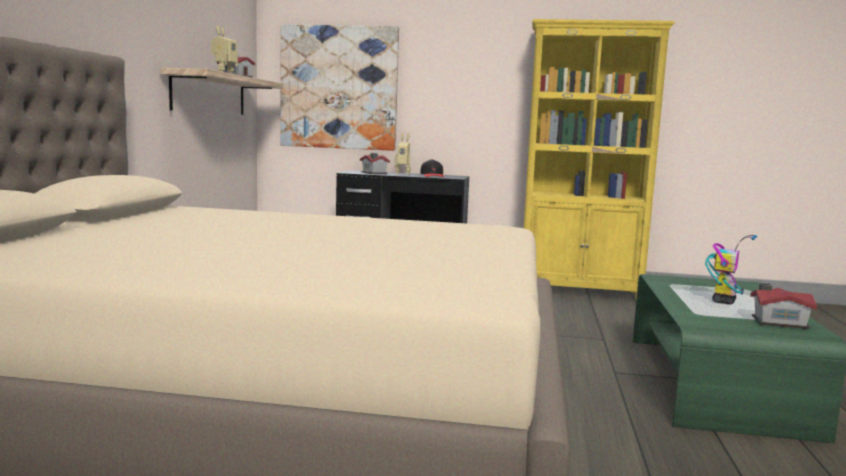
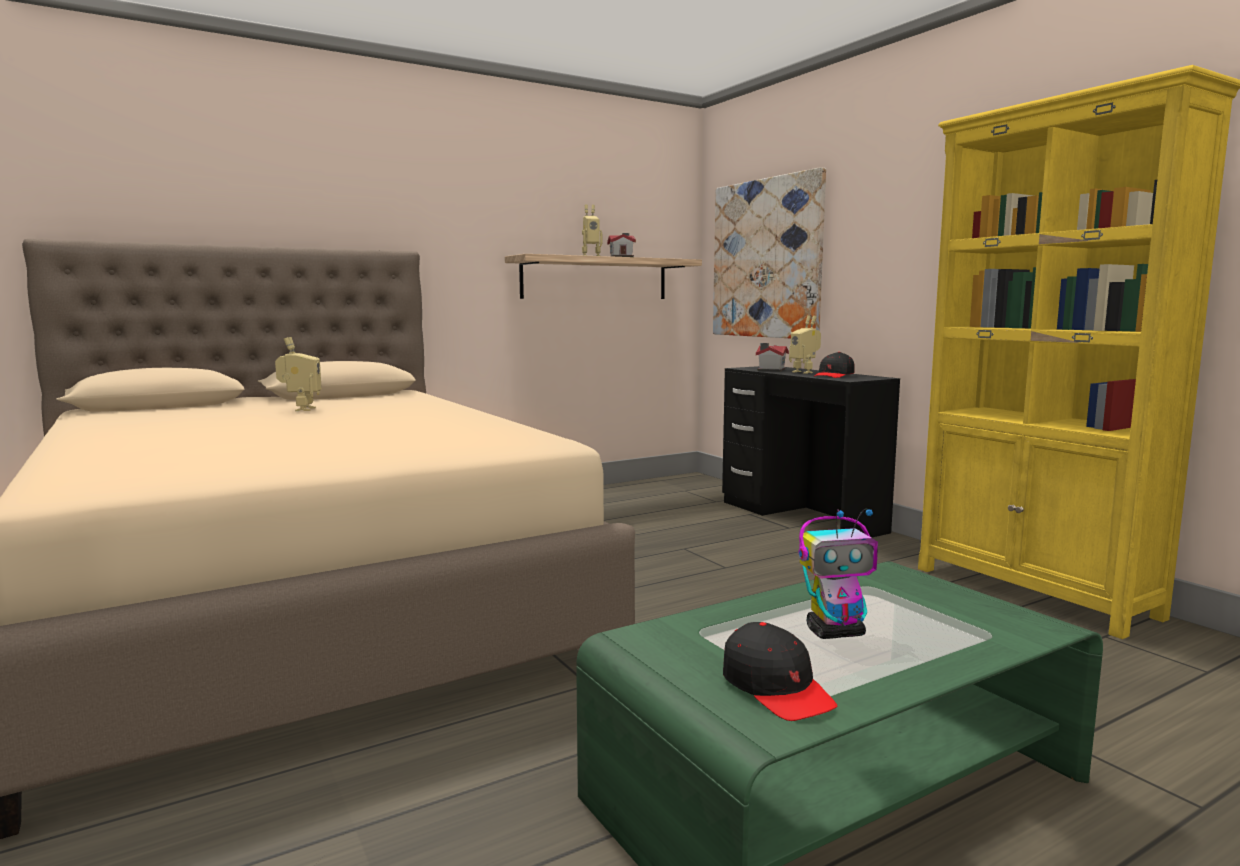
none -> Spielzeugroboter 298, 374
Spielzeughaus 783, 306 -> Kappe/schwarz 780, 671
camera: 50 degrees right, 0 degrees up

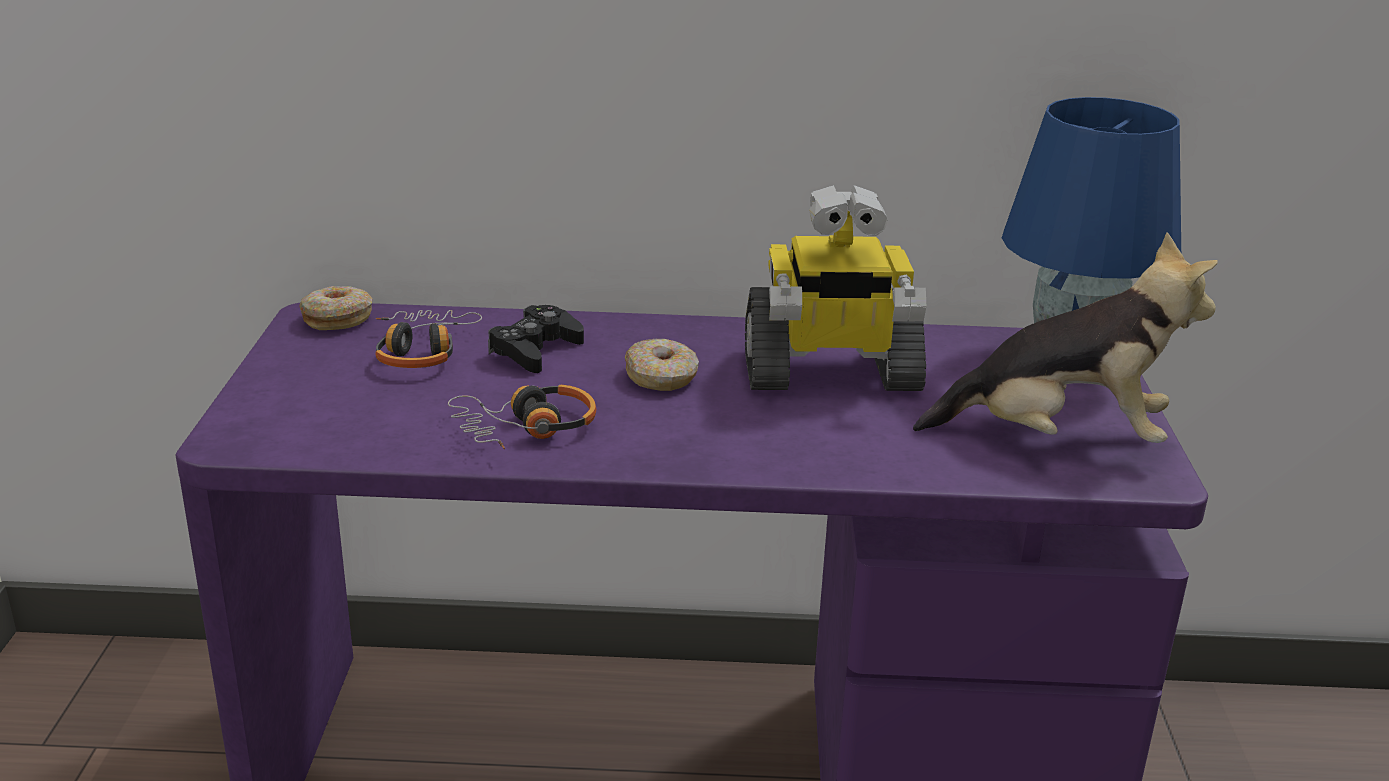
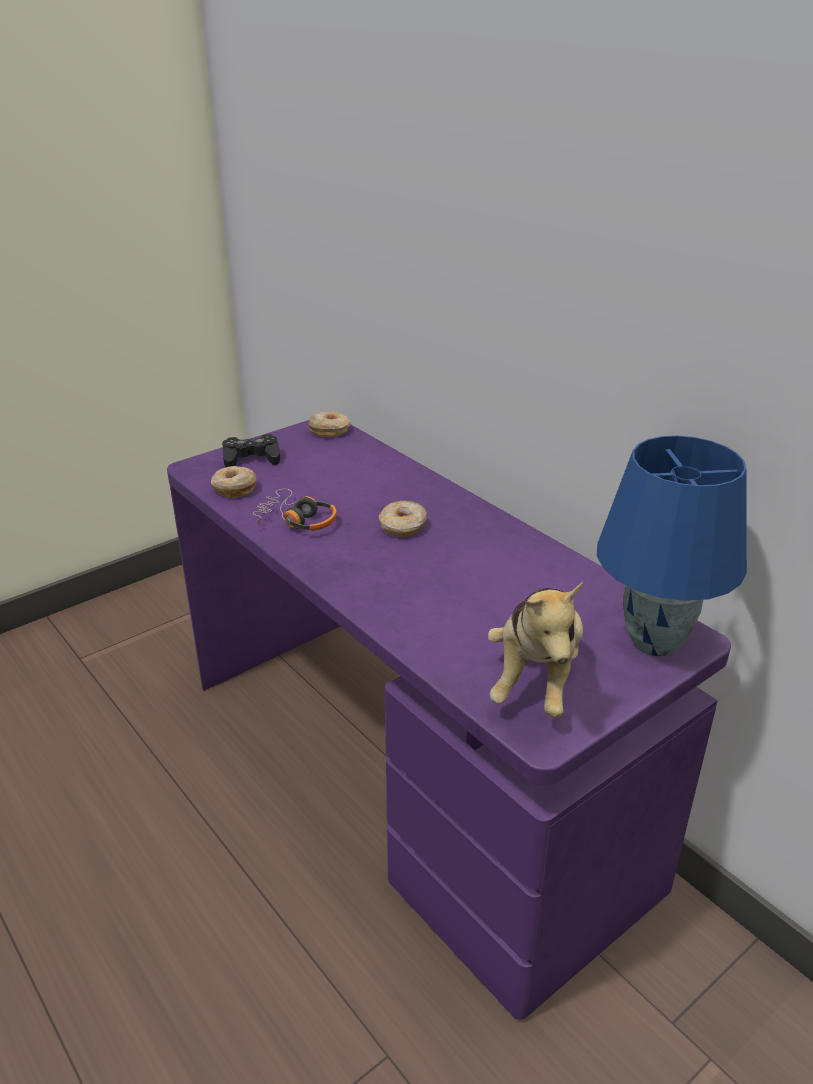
none -> Donut 234, 482
Gamepad/schwarz 536, 339 -> Gamepad/schwarz 251, 450, shifted
Plüschtier 1065, 337 -> Plüschtier 535, 649, 45 degrees clockwise
Kopfhörer 428, 339 -> none
Spielzeugroboter 835, 288 -> none
camera: 50 degrees right, 5 degrees up

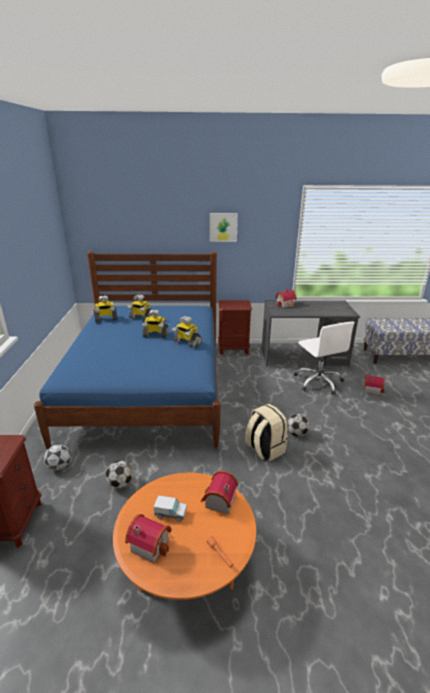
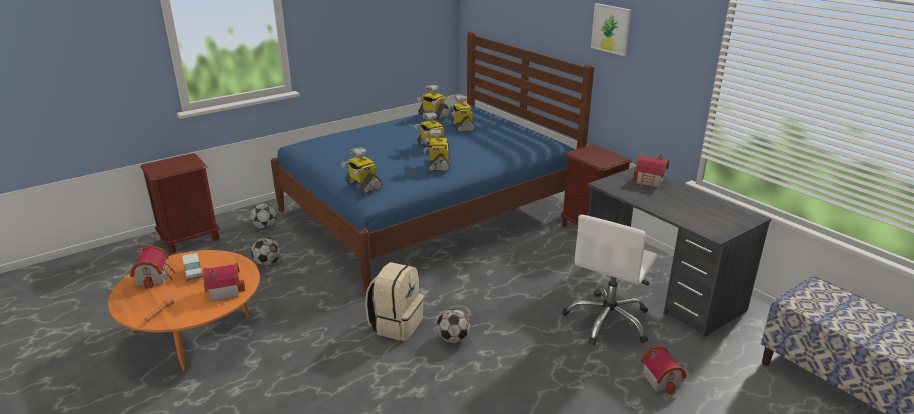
none -> Spielzeugroboter 362, 170
camera: 55 degrees right, 0 degrees up

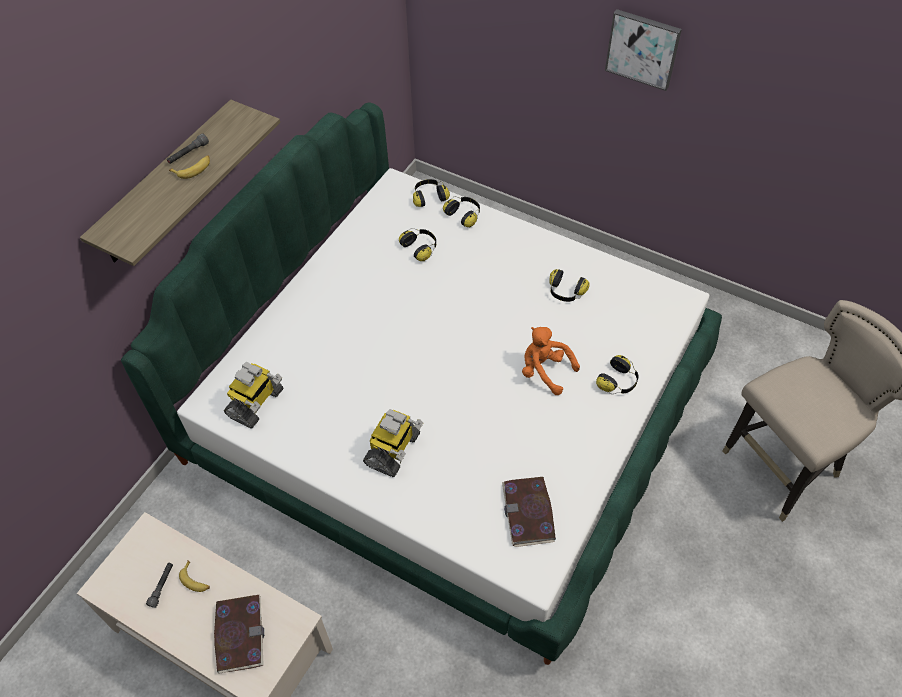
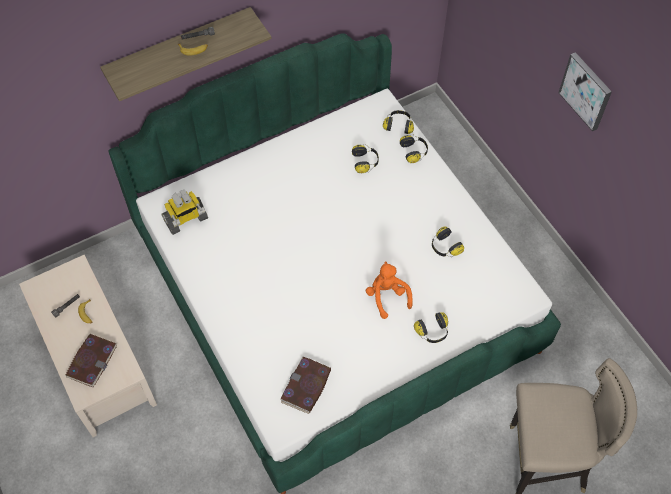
Spielzeugroboter 393, 443 -> none
camera: 30 degrees right, 5 degrees up

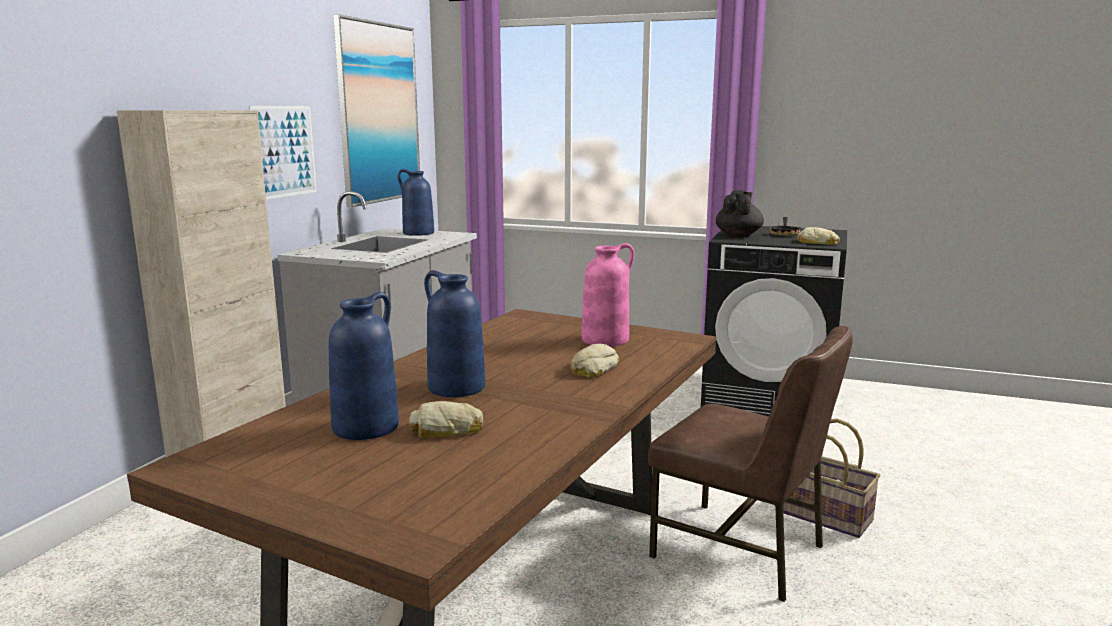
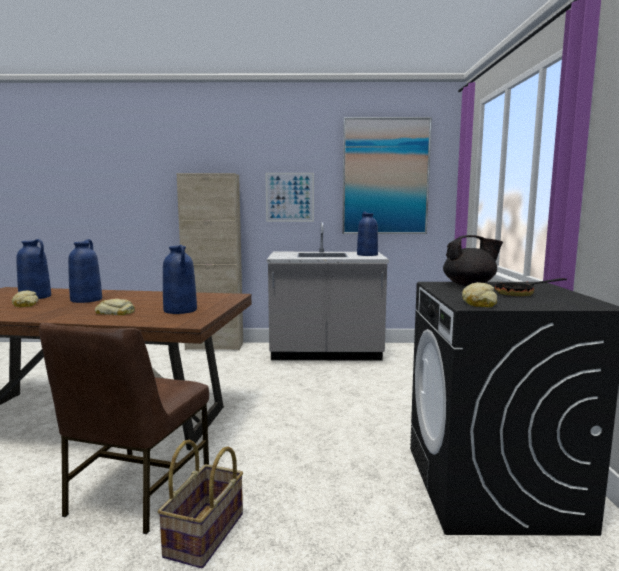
Vase/rosa 608, 295 -> Vase/blau 180, 279
camera: 70 degrees right, 5 degrees down

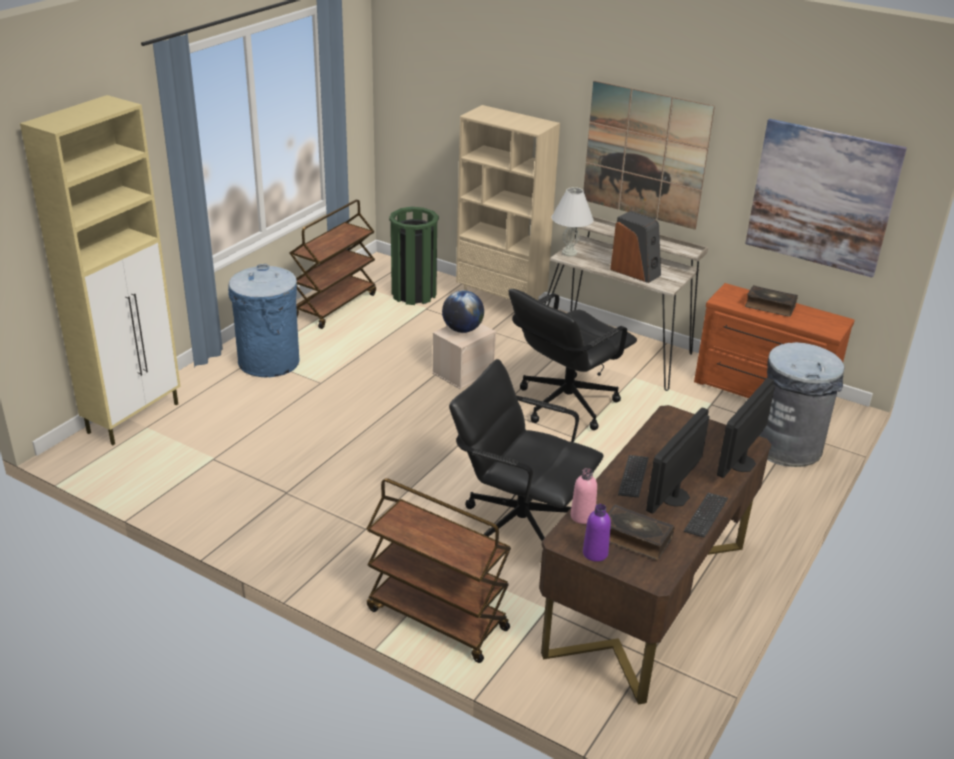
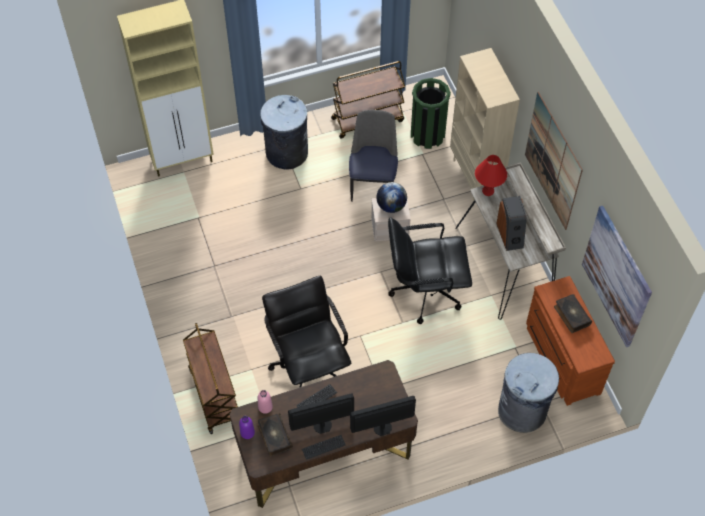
Mülleimer/blau 264, 320 -> Mülleimer/grau 284, 132
none -> Stuhl 373, 156
Tischlampe/weiß 573, 221 -> Tischlampe/rot 491, 175
camera: 40 degrees right, 25 degrees up

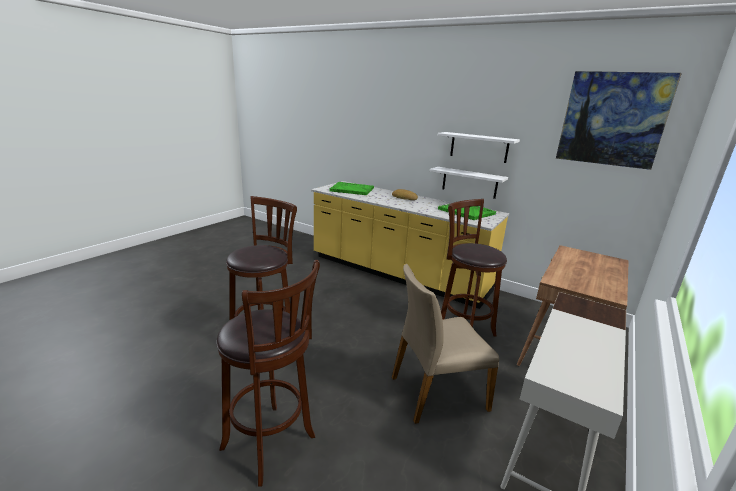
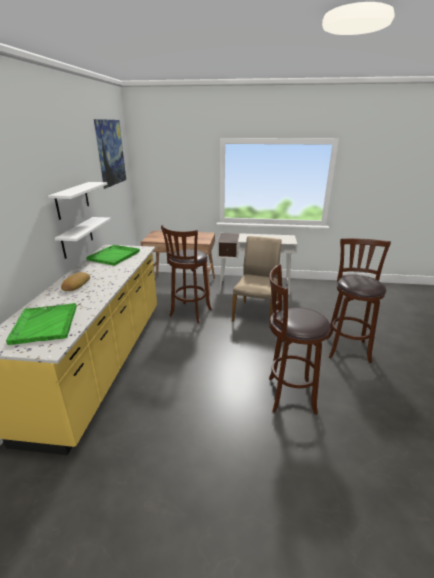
Stuhl/beige 445, 344 -> Stuhl/beige 256, 282, 120 degrees counterclockwise
camera: 115 degrees left, 5 degrees up

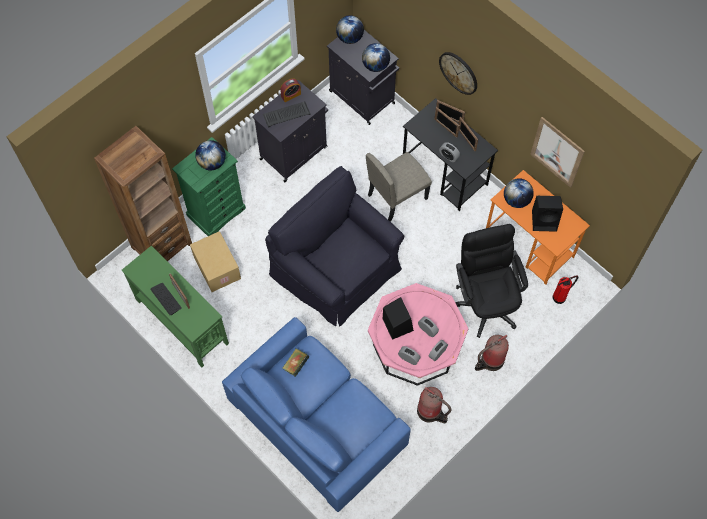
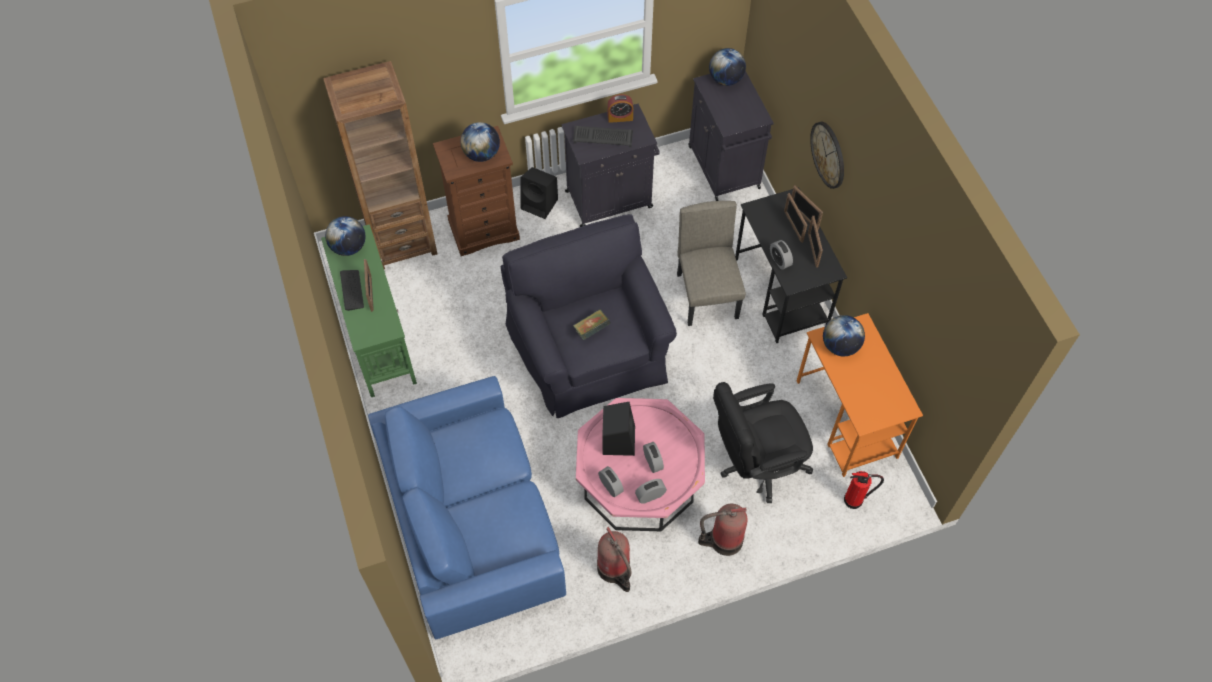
Globus 376, 57 -> Globus 345, 236, shifted
Kommode/grün 209, 186 -> Kommode/braun 476, 191
Lautsprecher/schwarz 547, 214 -> Lautsprecher/schwarz 539, 193, shifted
Buch 296, 362 -> Buch 592, 325, shifted
Stuhl/beige 399, 187 -> Stuhl/beige 711, 263, 90 degrees clockwise
Bürostuhl/schwarz 492, 281 -> Bürostuhl/schwarz 763, 442, 120 degrees counterclockwise
Karton 215, 261 -> none
Bild 557, 152 -> none
camera: 25 degrees right, 5 degrees down

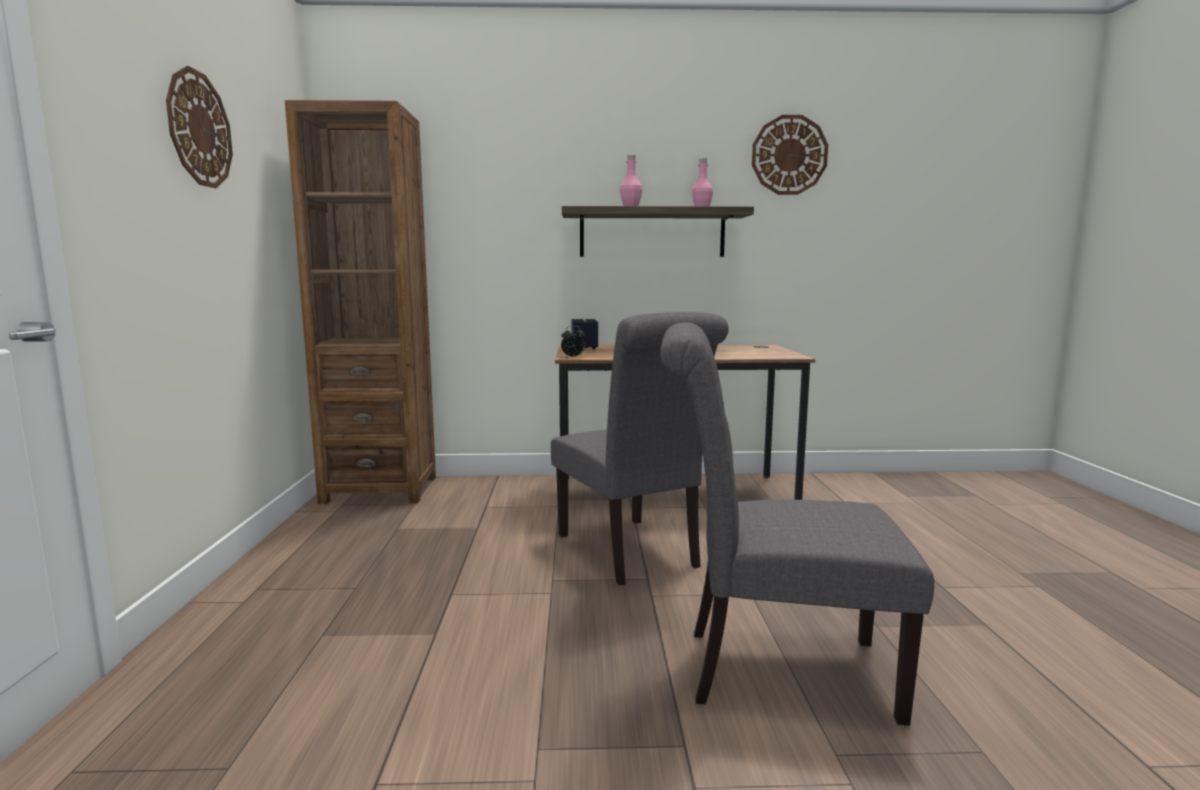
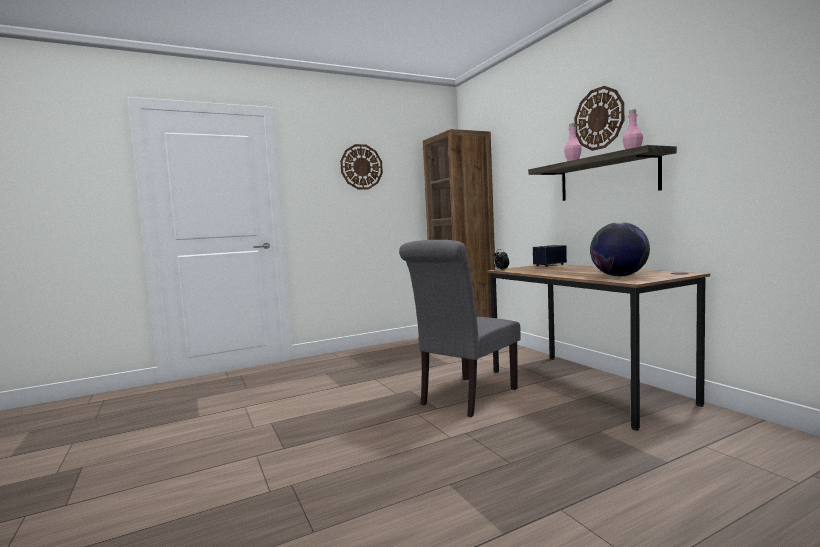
Wanduhr 790, 155 -> Wanduhr 599, 118, shifted
none -> Globus 620, 249
Stuhl/grau 797, 524 -> none
camera: 65 degrees right, 5 degrees down

